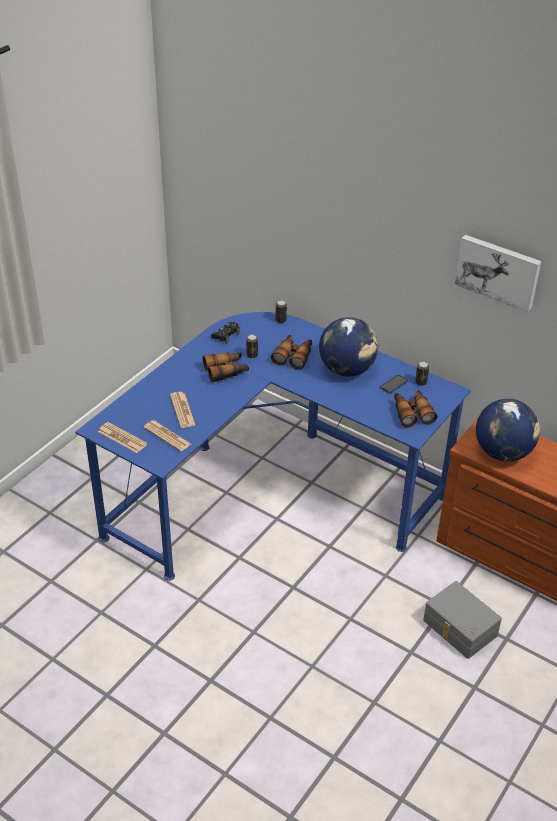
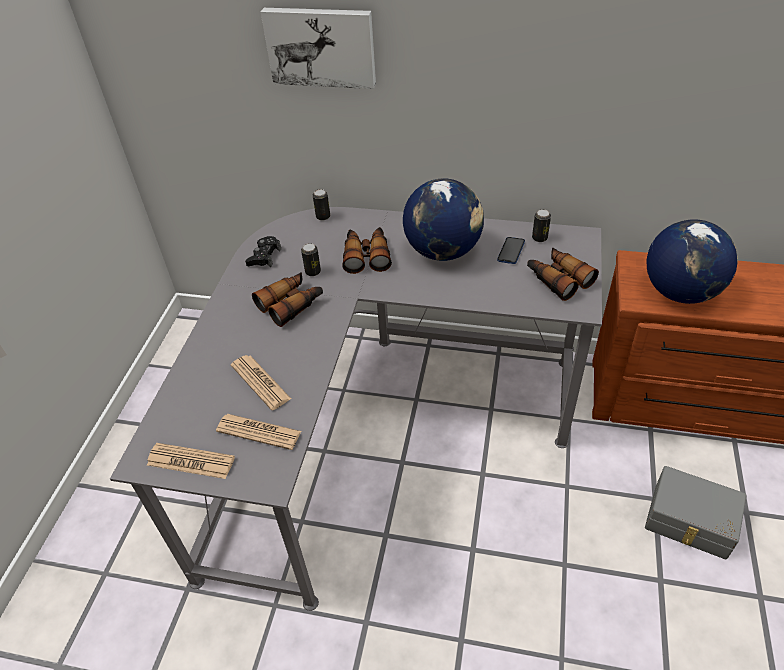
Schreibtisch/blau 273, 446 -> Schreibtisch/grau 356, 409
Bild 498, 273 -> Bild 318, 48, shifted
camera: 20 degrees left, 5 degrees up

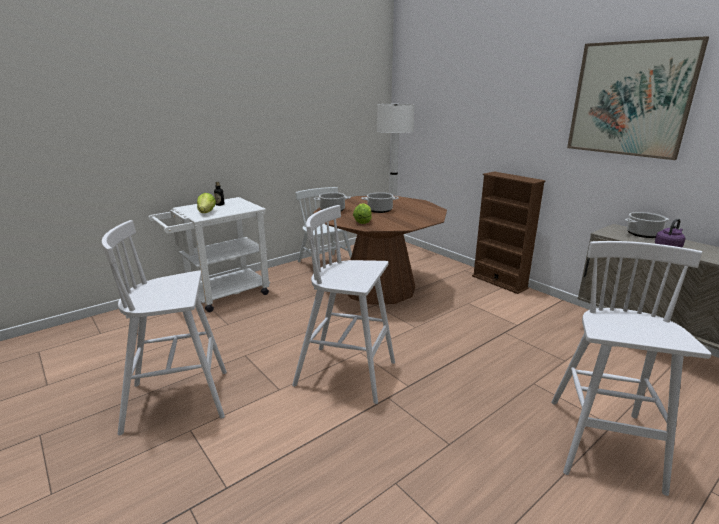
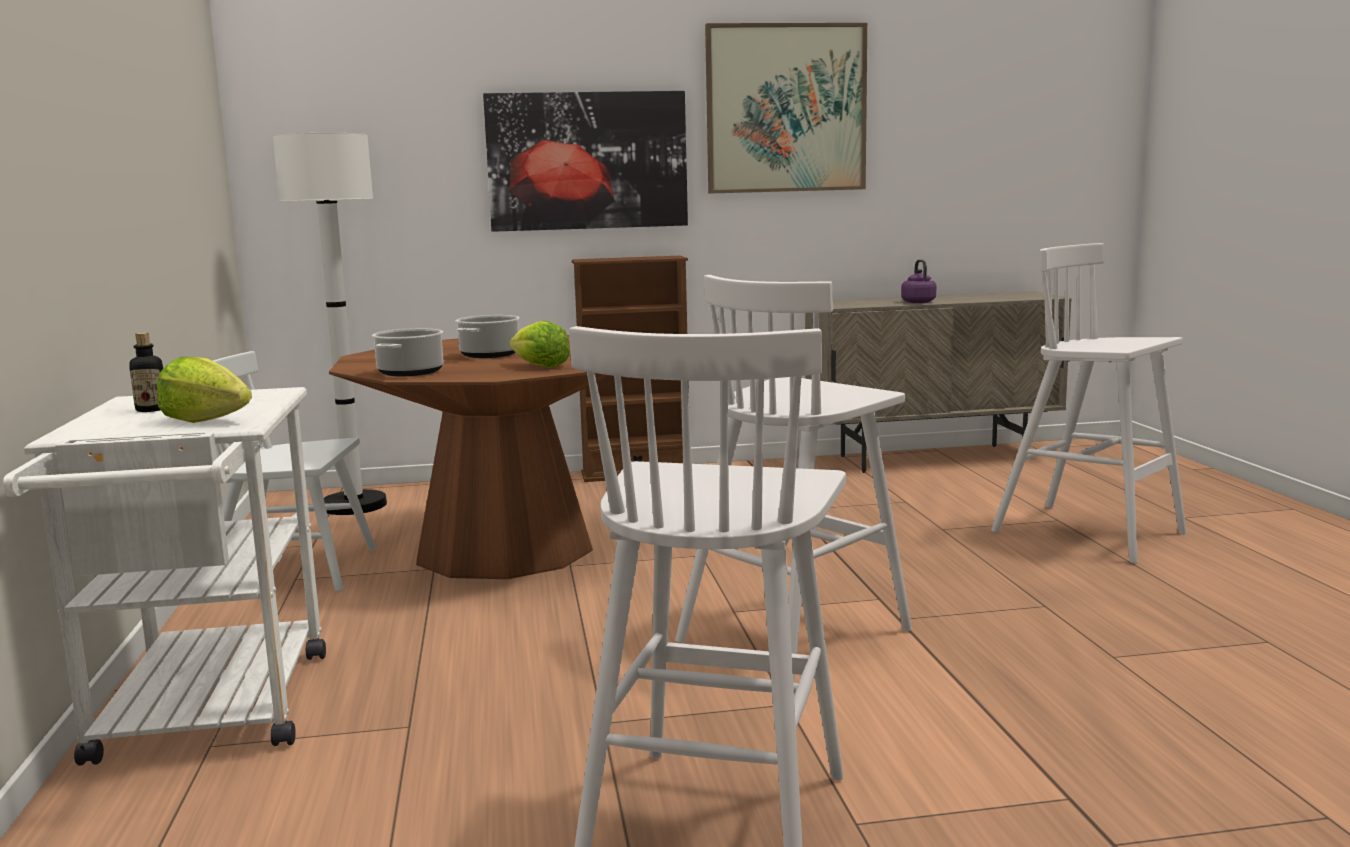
none -> Bild 585, 161
Kochtopf 647, 225 -> none
camera: 60 degrees left, 10 degrees down

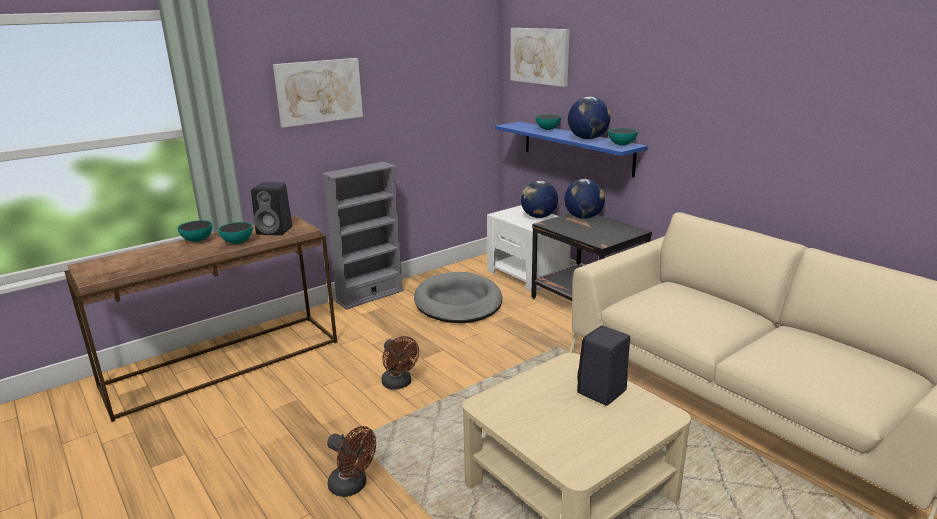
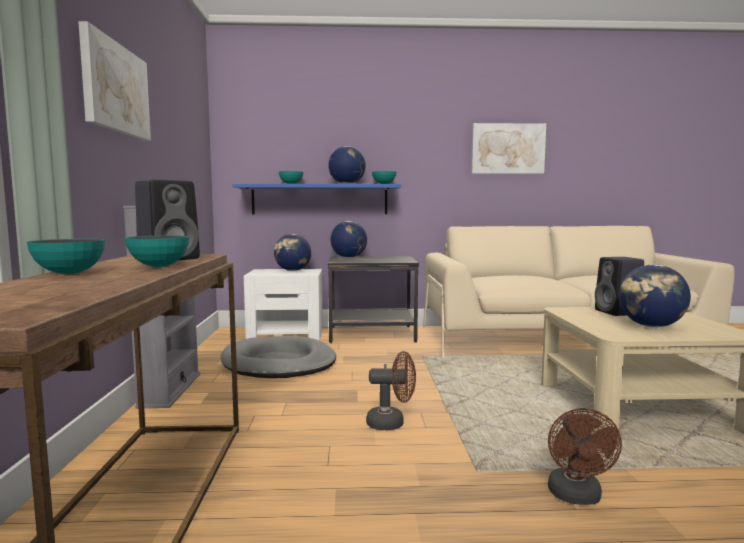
Bild 540, 57 -> Bild 508, 148, shifted
Ventilator/braun 351, 461 -> Ventilator/braun 585, 456, 120 degrees clockwise
none -> Globus 655, 295
camera: 55 degrees left, 15 degrees down

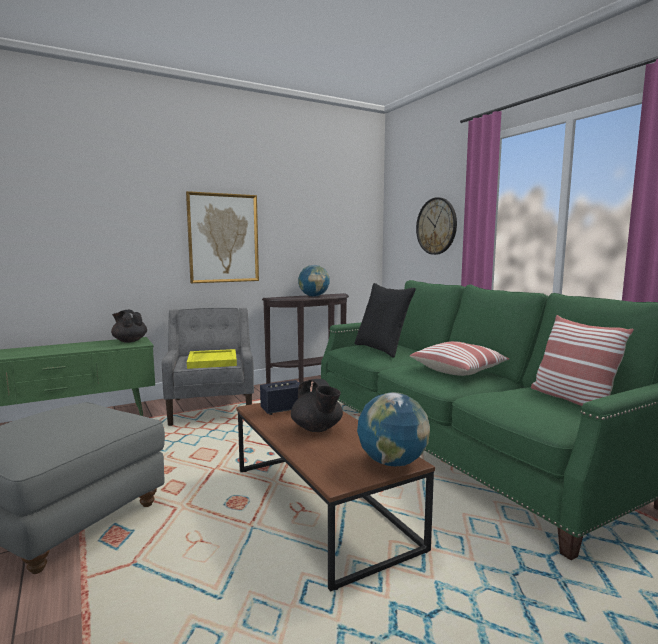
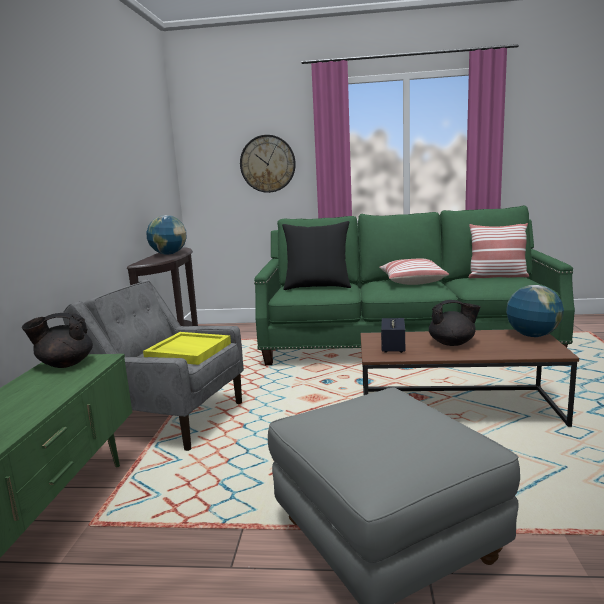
Bild 222, 237 -> none
camera: 55 degrees left, 5 degrees up

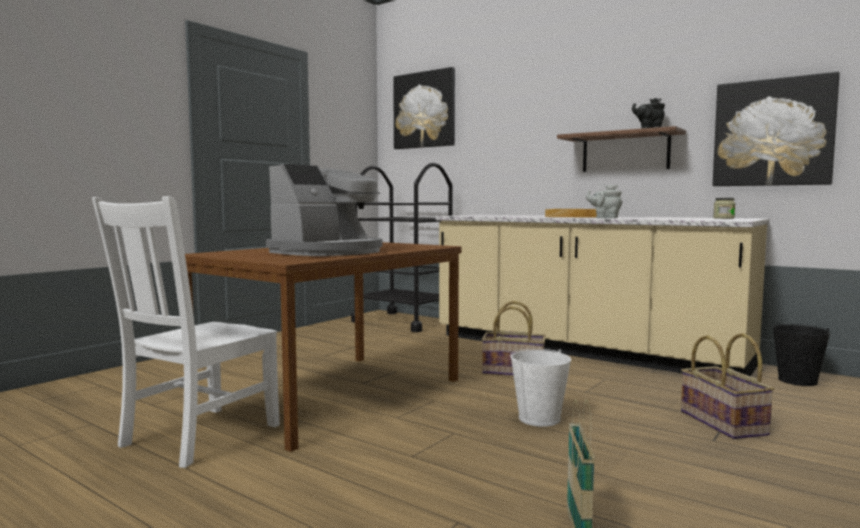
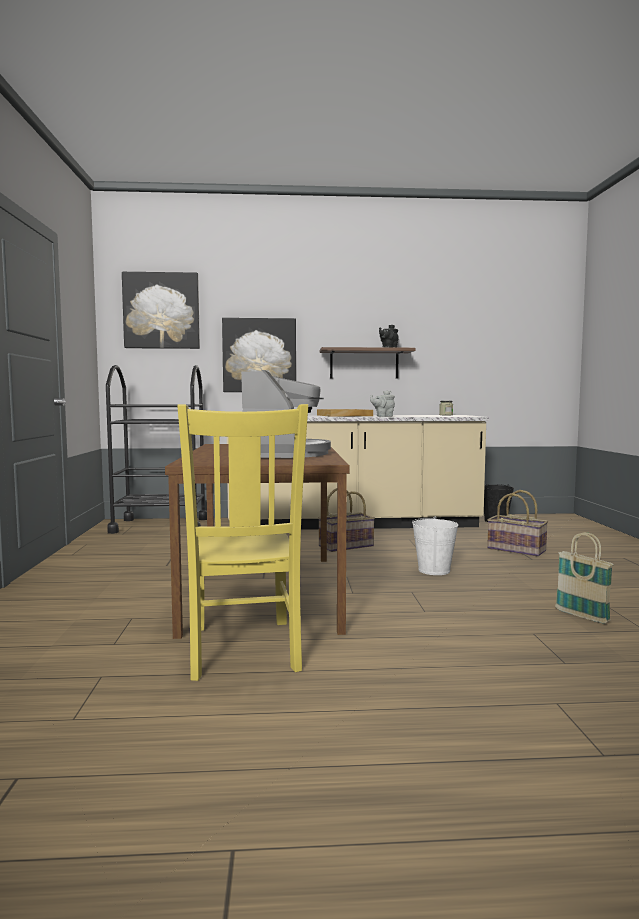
Stuhl/weiß 186, 332 -> Stuhl/gelb 242, 542
Bild 776, 129 -> Bild 259, 355, shifted
camera: 40 degrees left, 0 degrees up

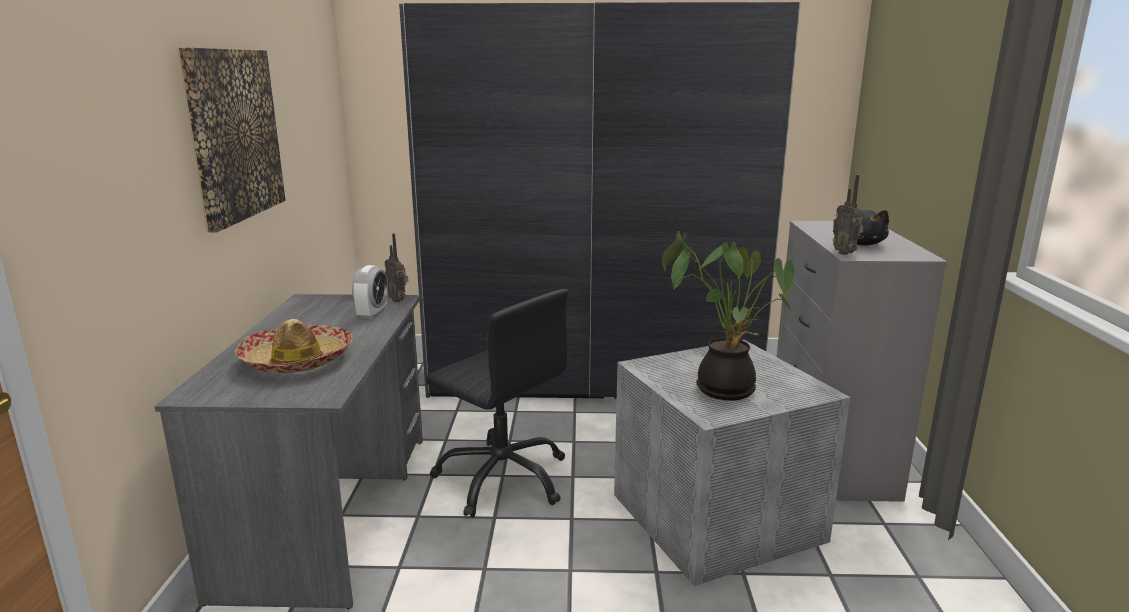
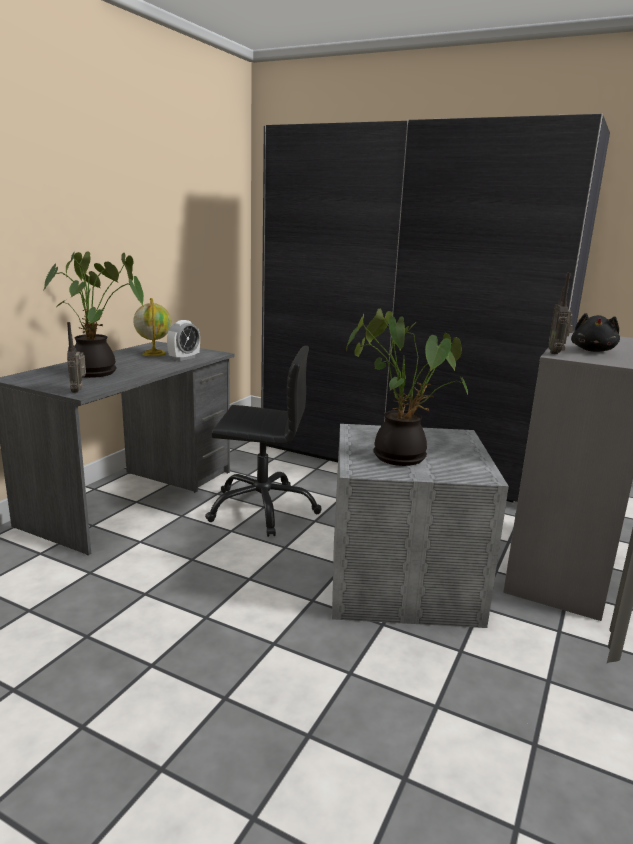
Hut 294, 346 -> Topfpflanze 93, 314
Radio 396, 268 -> Radio 76, 357, shifted
none -> Globus 152, 327
Bürostuhl/schwarz 497, 403 -> Bürostuhl/schwarz 263, 441, 60 degrees counterclockwise
Bild 231, 140 -> none
camera: 25 degrees right, 0 degrees up

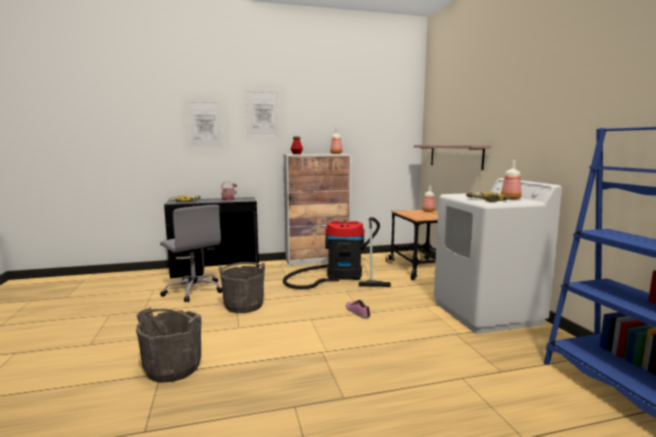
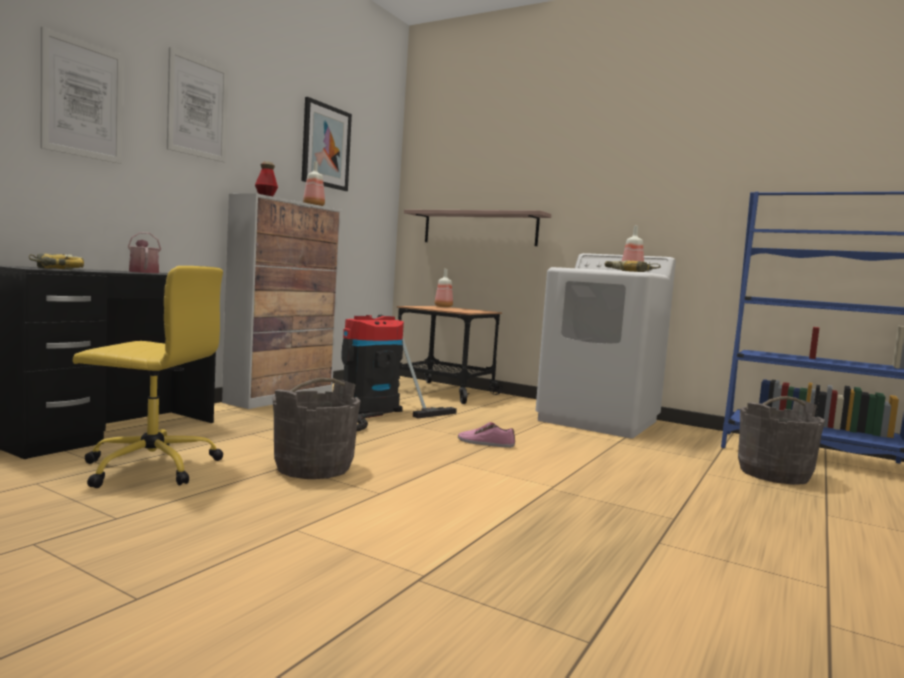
Bürostuhl/grau 191, 253 -> Bürostuhl/gelb 148, 377
none -> Bild 326, 144
Eimer/grau 169, 345 -> Eimer/grau 781, 440, shifted
camera: 45 degrees left, 5 degrees down

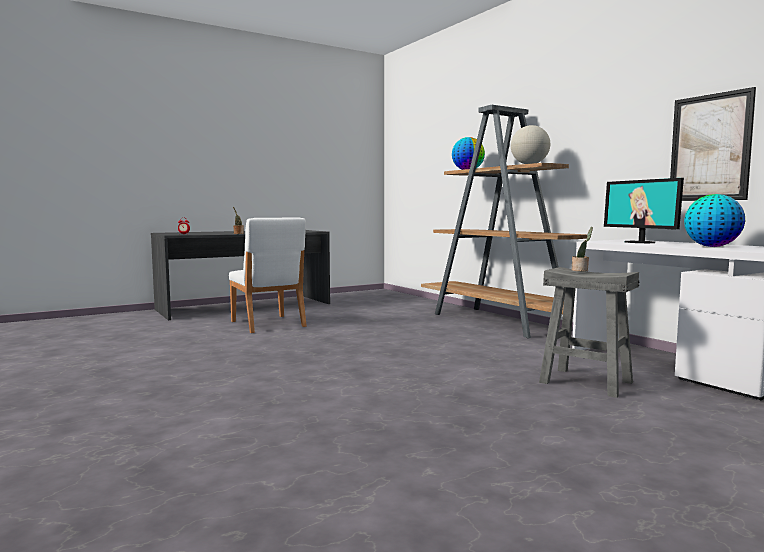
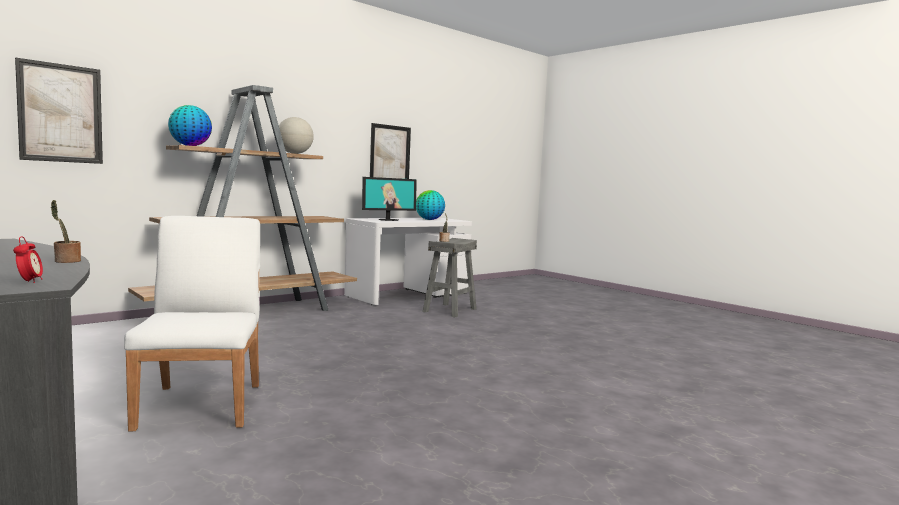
none -> Bild 59, 111
Stuhl/weiß 268, 275 -> Stuhl/weiß 192, 324, 60 degrees counterclockwise
camera: 100 degrees left, 0 degrees up

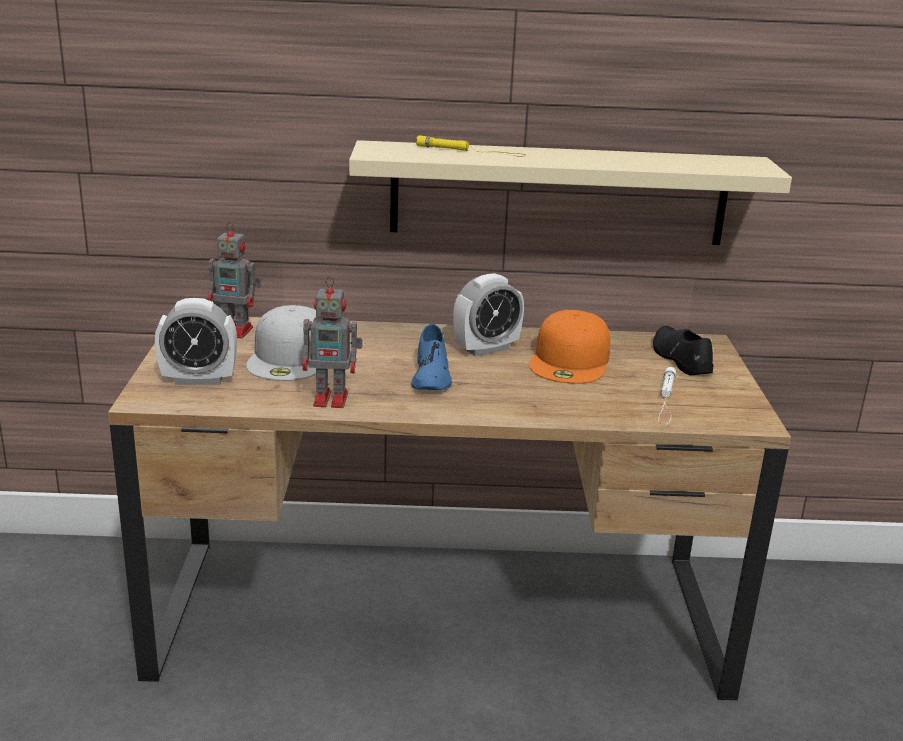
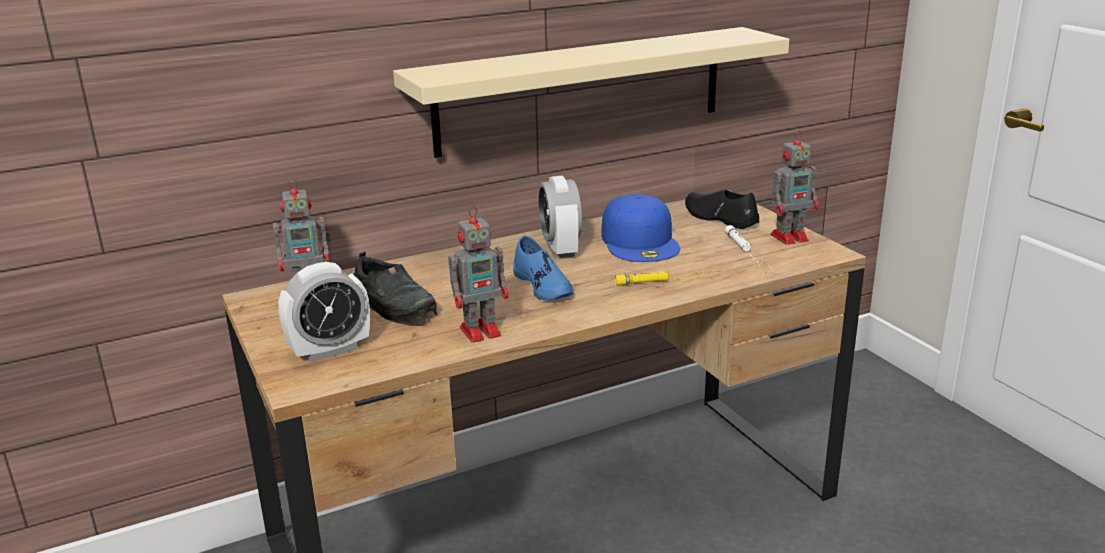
Kappe/weiß 281, 343 -> Schuh/schwarz 395, 289
Wecker 488, 314 -> Wecker 560, 217, 135 degrees clockwise
Kappe/orange 569, 347 -> Kappe/blau 640, 228
Taschenlampe/gelb 471, 146 -> Taschenlampe/gelb 669, 278, shifted
none -> Spielzeugroboter 795, 187
camera: 25 degrees left, 0 degrees up

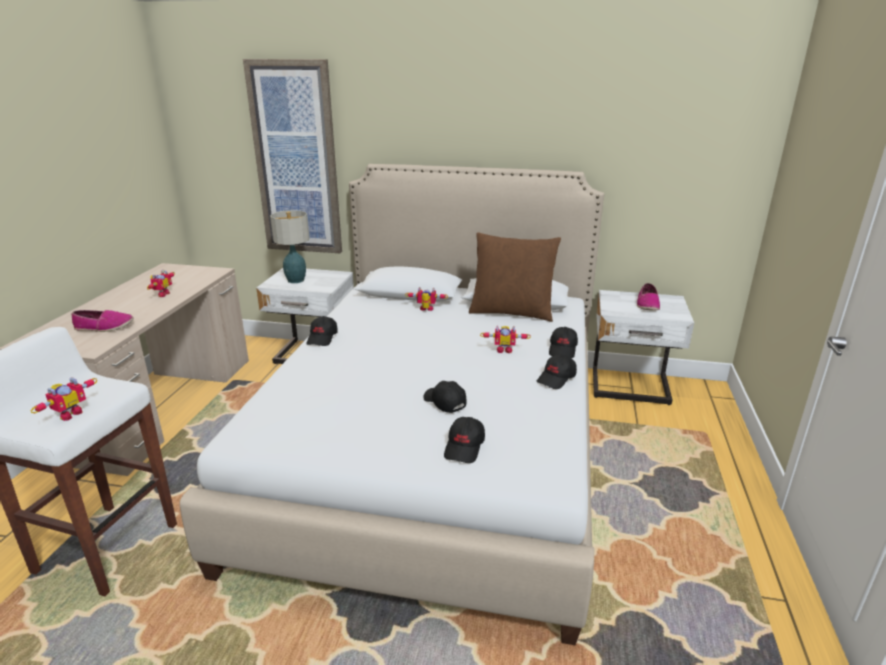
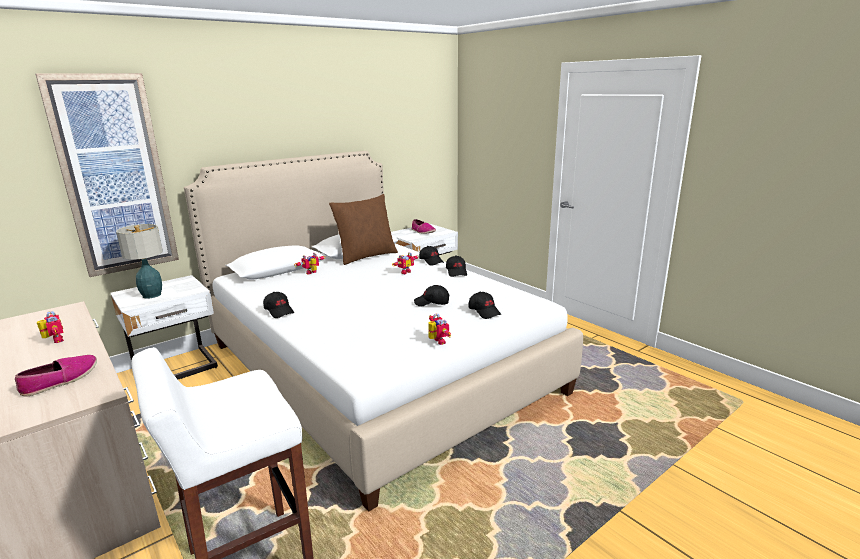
Spielzeugroboter 64, 399 -> Spielzeugroboter 439, 329, shifted
camera: 50 degrees left, 5 degrees down

